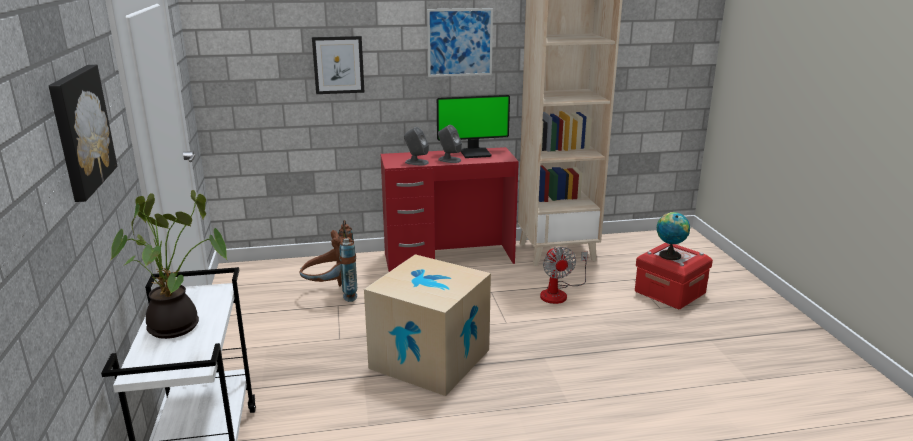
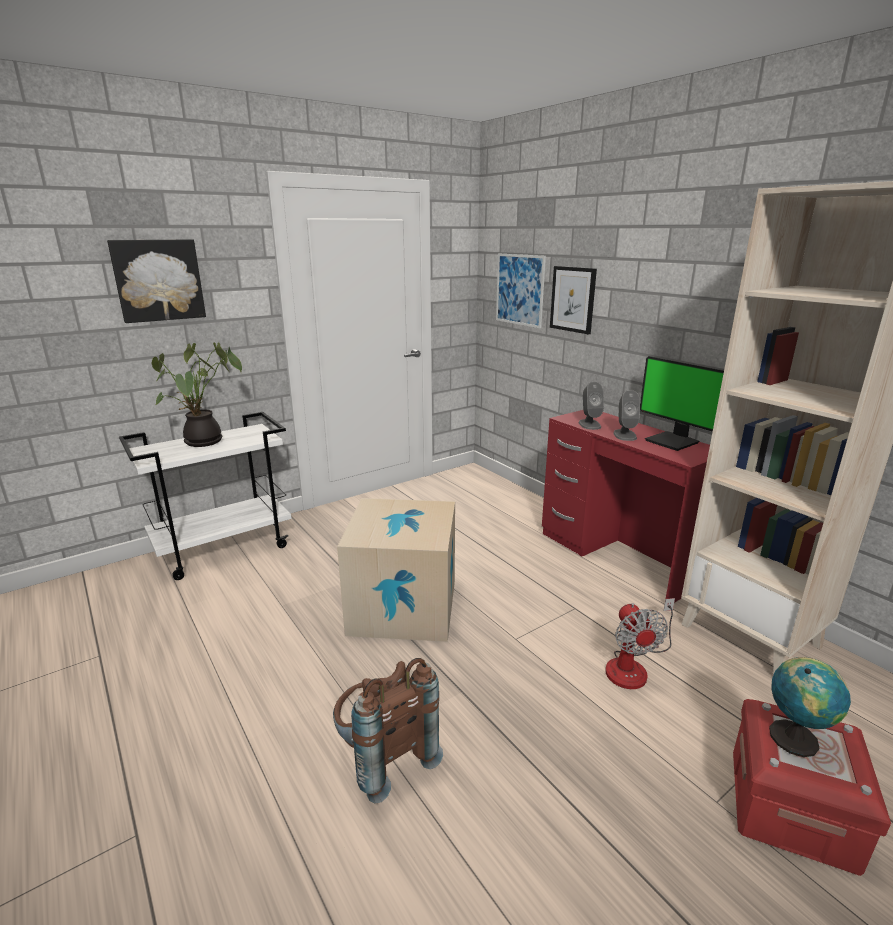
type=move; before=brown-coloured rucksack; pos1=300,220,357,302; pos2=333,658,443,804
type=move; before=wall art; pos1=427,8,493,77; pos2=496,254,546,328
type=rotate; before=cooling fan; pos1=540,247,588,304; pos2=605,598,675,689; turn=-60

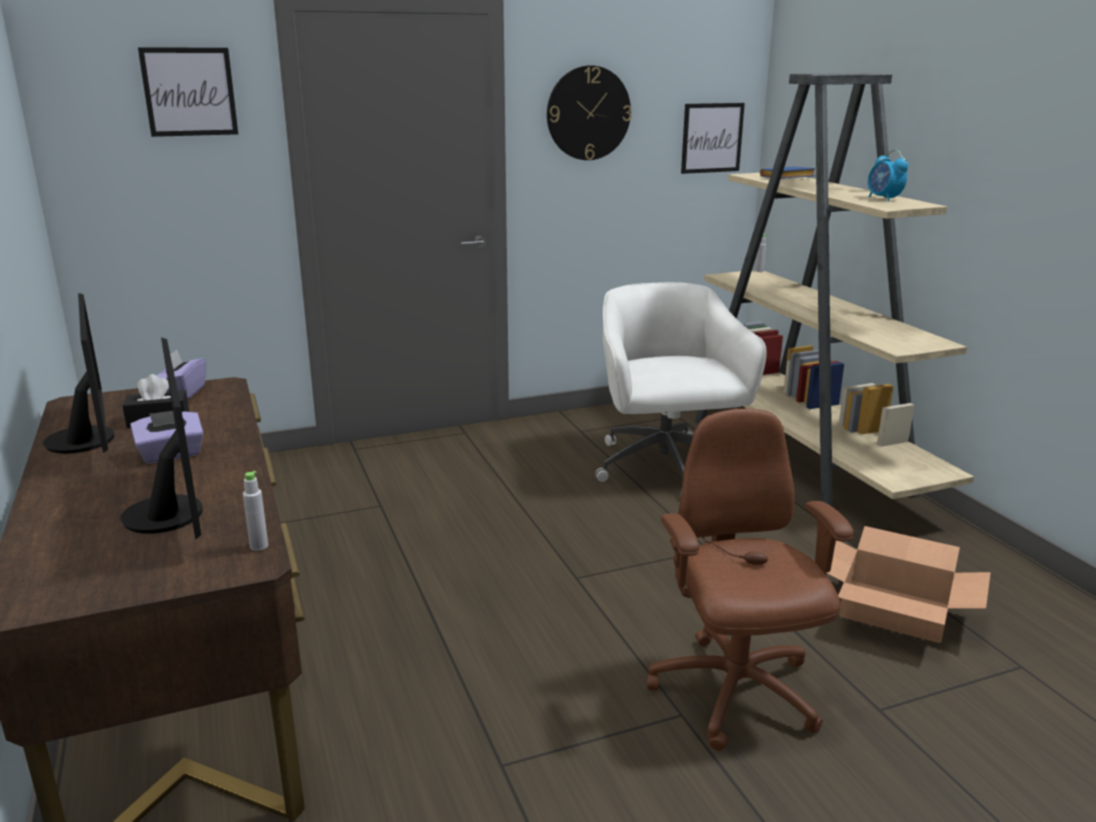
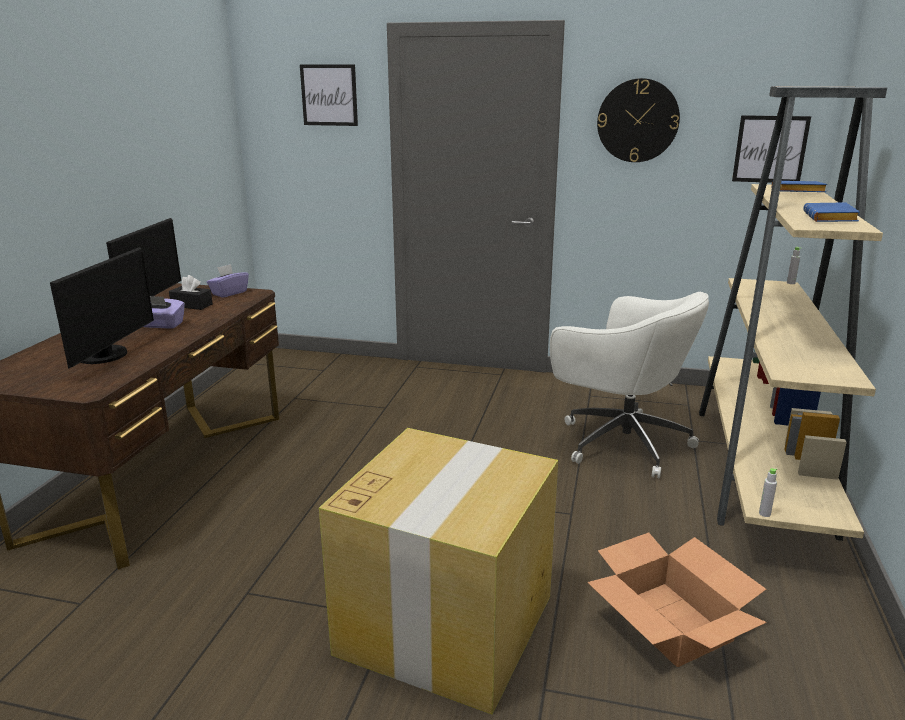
type=replace; before=brown-coloured computer chair; after=carton; pos1=647,409,854,751; pos2=319,428,558,715
type=rotate; before=white-coloured computer chair; pos1=596,282,767,491; pos2=550,292,709,478; turn=105
type=move; before=greyish bottle; pos1=243,471,268,551; pos2=759,468,777,517
type=replace; before=alarm clock; after=blue-coloured book; pos1=868,150,909,202; pos2=803,202,860,222

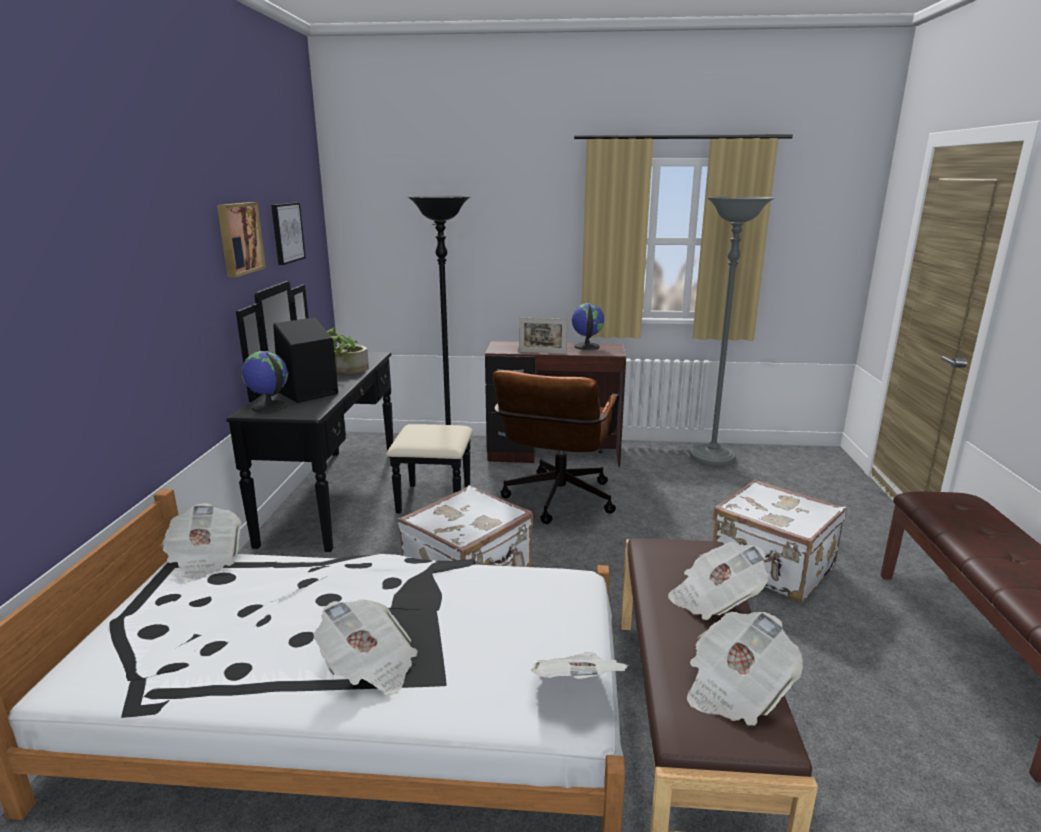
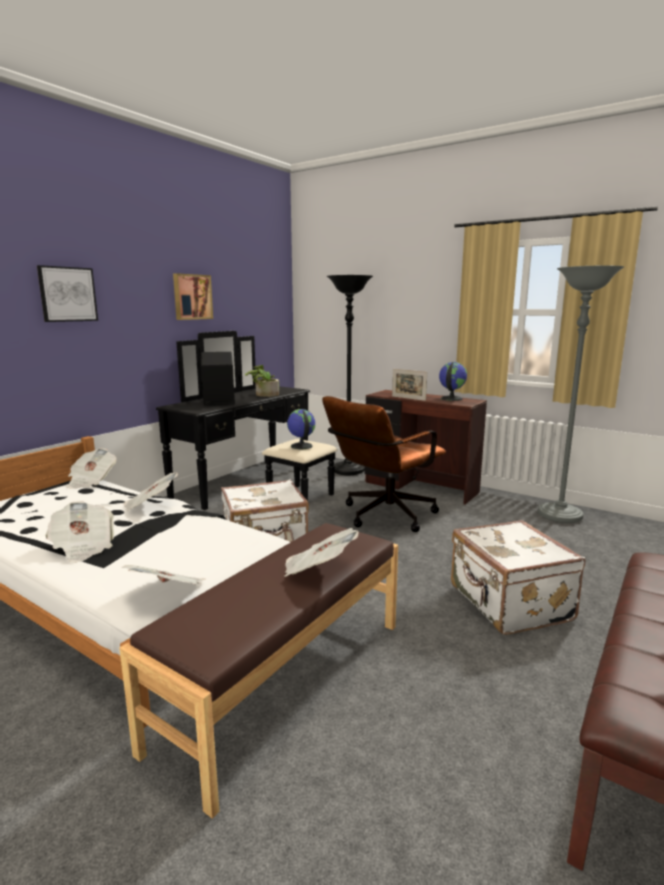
type=move; before=wall art; pos1=271,203,306,265; pos2=37,265,98,322
type=move; before=daily paper; pos1=687,612,803,726; pos2=124,472,178,511
type=move; before=desk globe; pos1=241,351,288,413; pos2=287,409,315,449

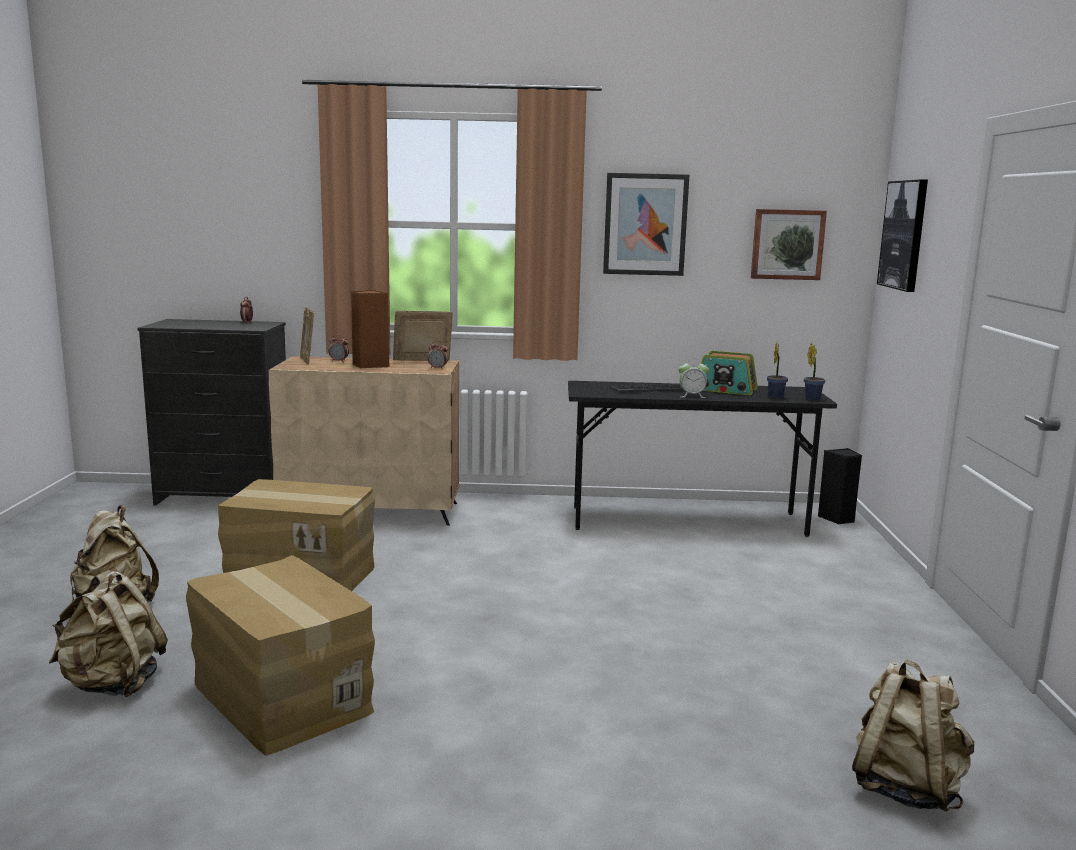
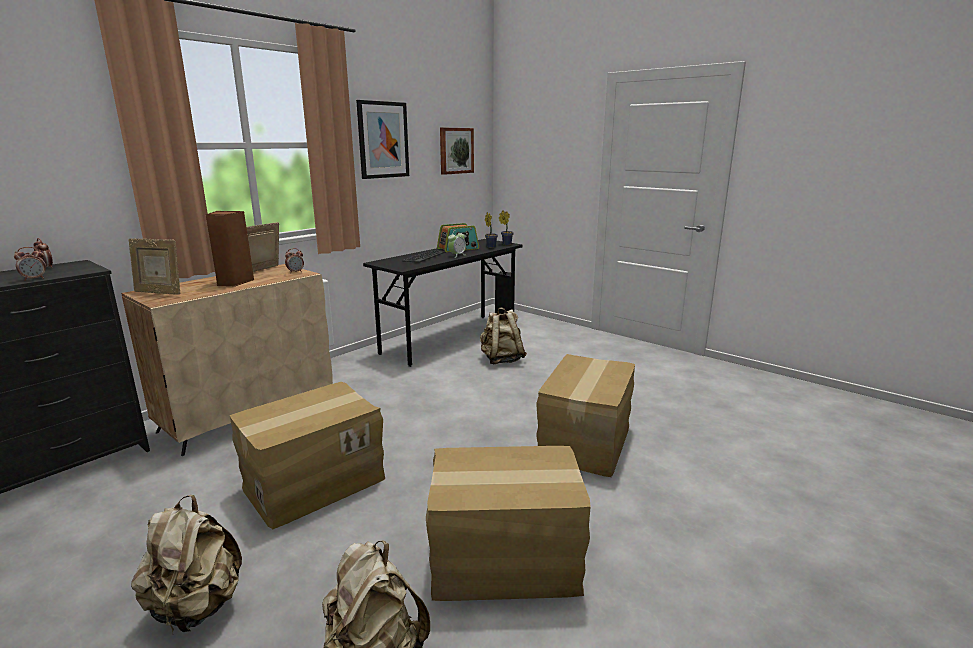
type=move; before=alarm clock; pos1=329,335,349,362; pos2=14,247,46,281
type=move; before=beige-coloured rucksack; pos1=852,659,974,812; pos2=480,308,527,364
type=insert; after=carton; pos2=537,354,635,477
type=delete; before=wall art; pos1=877,179,928,292

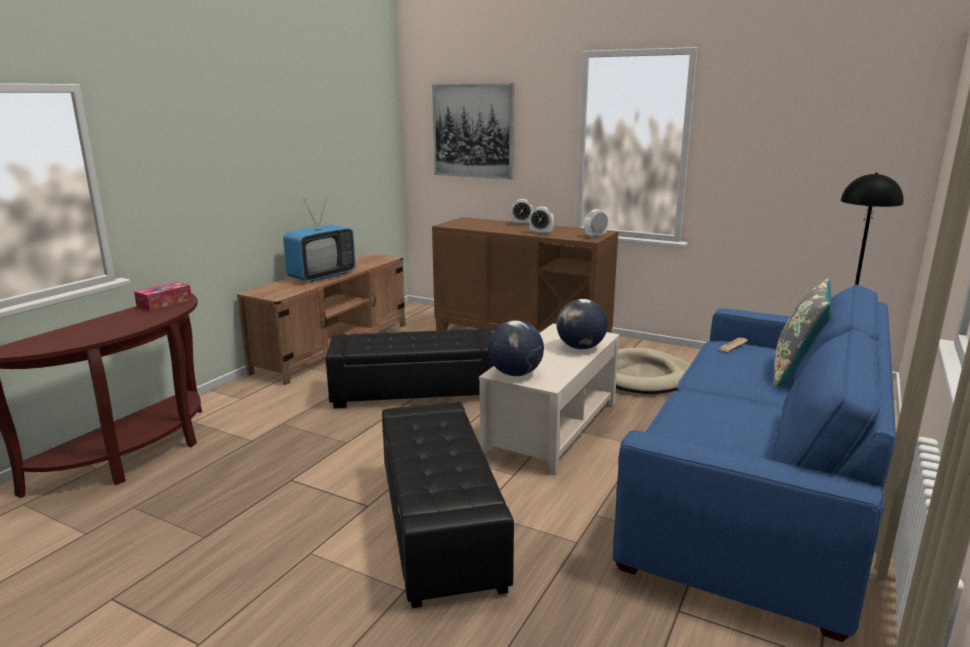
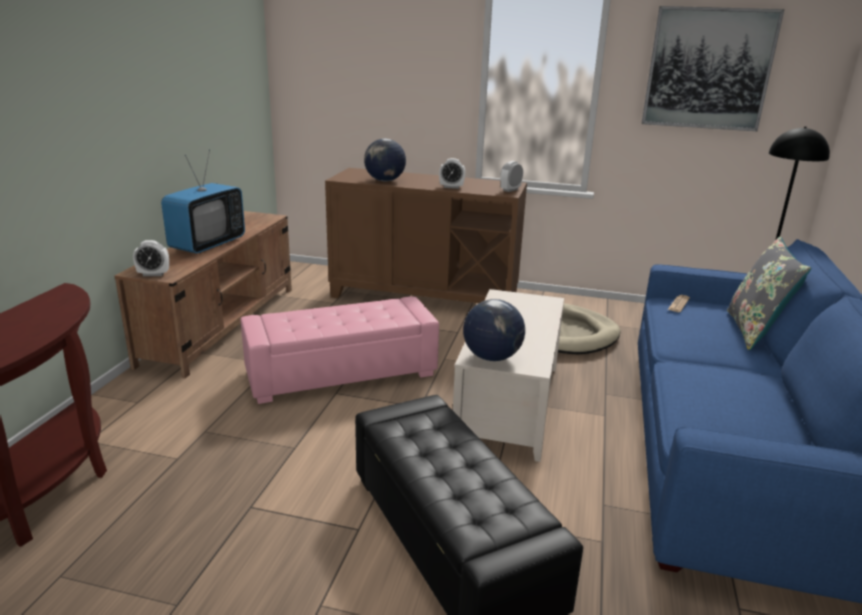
type=move; before=alarm clock; pos1=511,199,533,225; pos2=133,240,169,276
type=recolor; before=black pouffe; after=pinkish pouffe; pos1=326,328,494,408; pos2=241,296,439,404
type=move; before=desk globe; pos1=557,299,608,350; pos2=364,139,406,182
type=move; before=wall art; pos1=432,84,514,179; pos2=642,6,784,131
type=delete; before=box of tissues; pos1=134,282,192,311

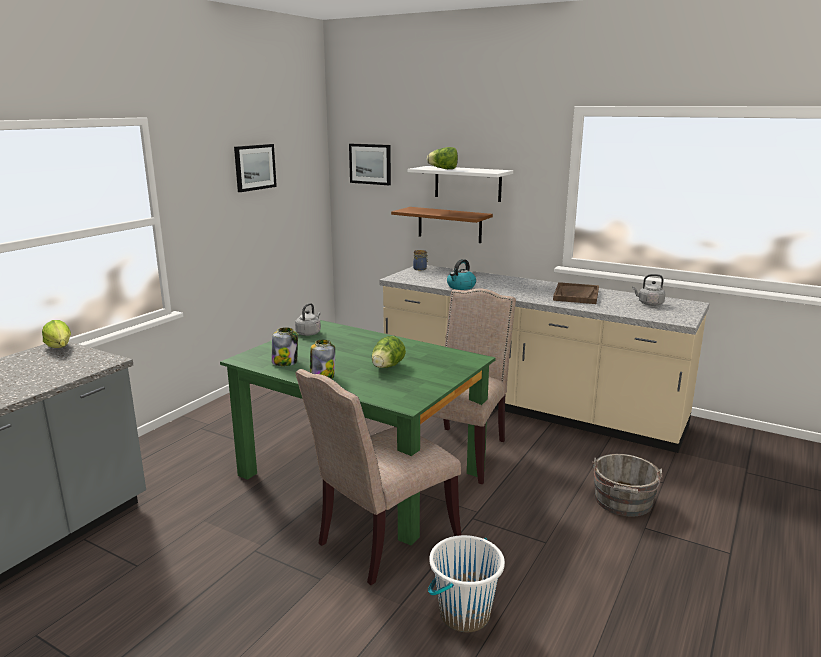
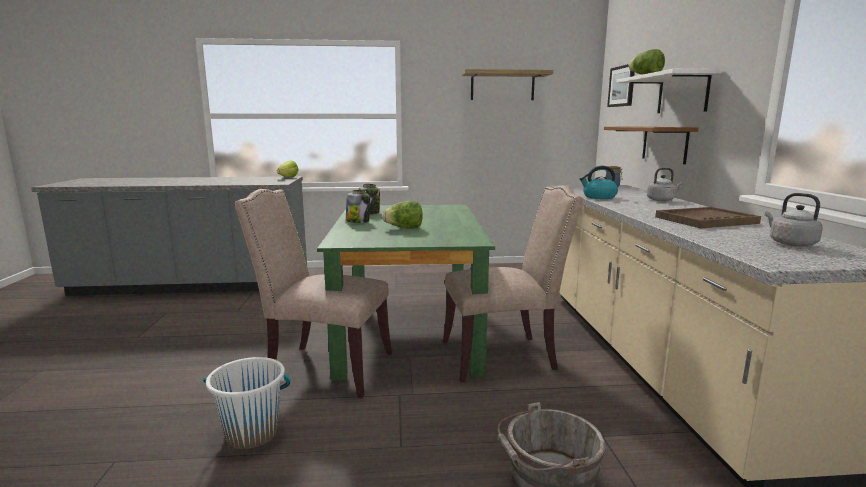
type=replace; before=wall art; after=shelf; pos1=234,144,277,192; pos2=461,69,553,100
type=move; before=greyish tea kettle; pos1=295,303,321,336; pos2=647,168,683,201

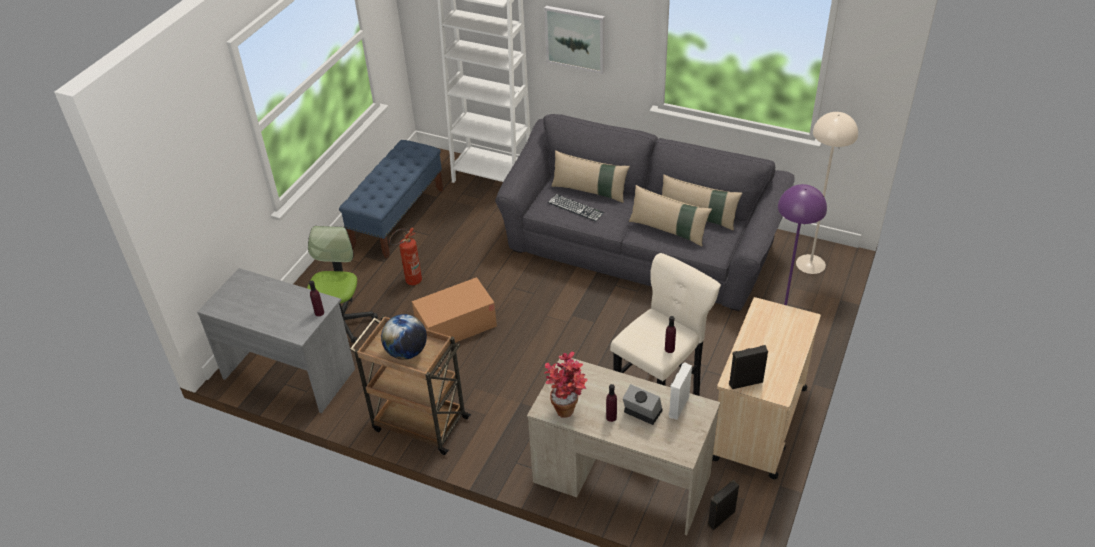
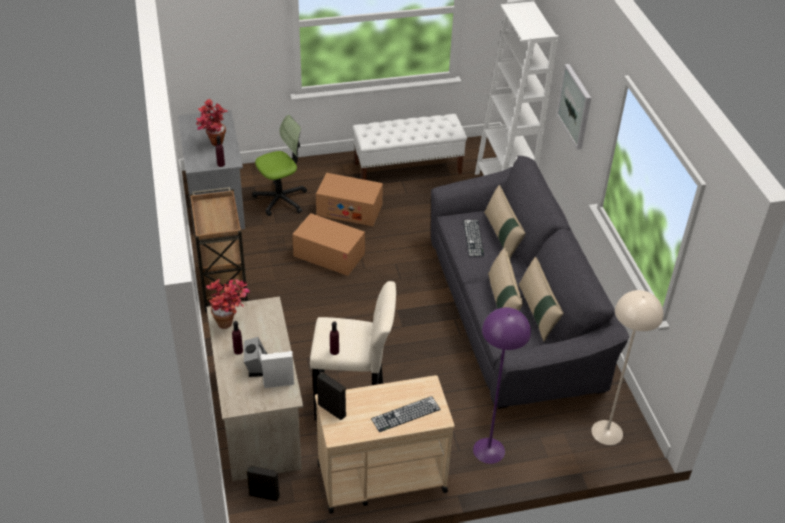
type=insert; after=houseplant; pos2=196,99,228,146
type=replace; before=fire extinguisher; after=carton; pos1=389,228,422,285; pos2=316,173,383,226
type=recolor; before=blue-coloured indoor bench; after=white-coloured indoor bench; pos1=339,140,443,259; pos2=353,114,467,180
type=insert; after=keyboard; pos2=371,396,441,432
type=delete; before=desk globe; pos1=381,314,427,360

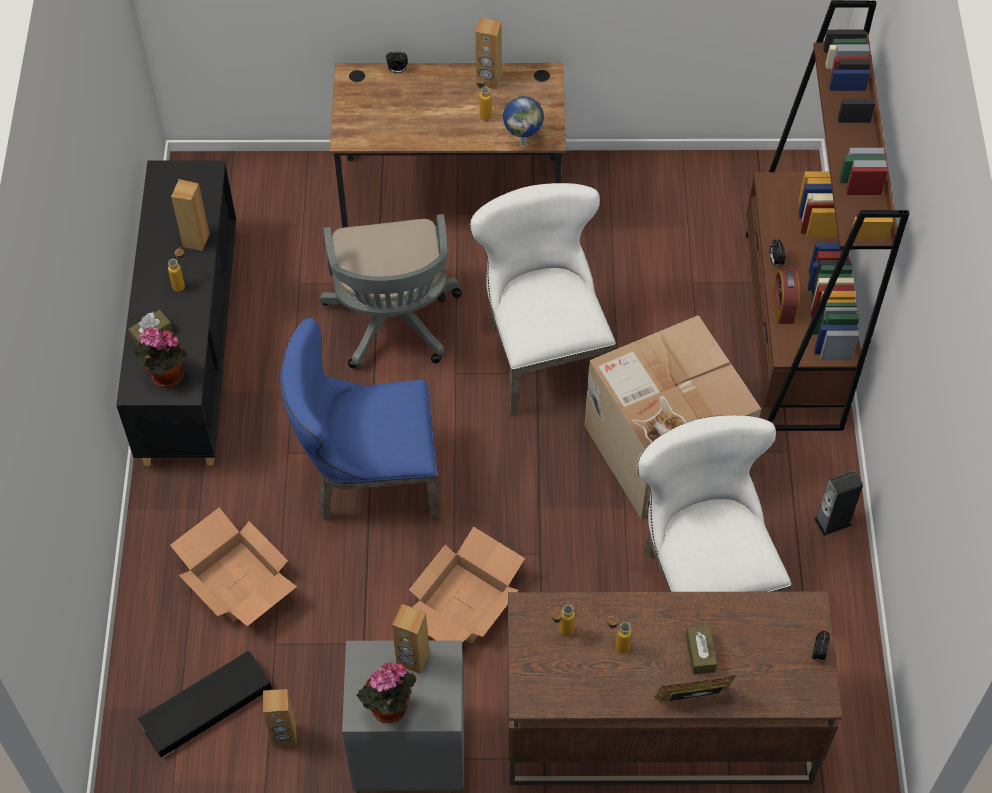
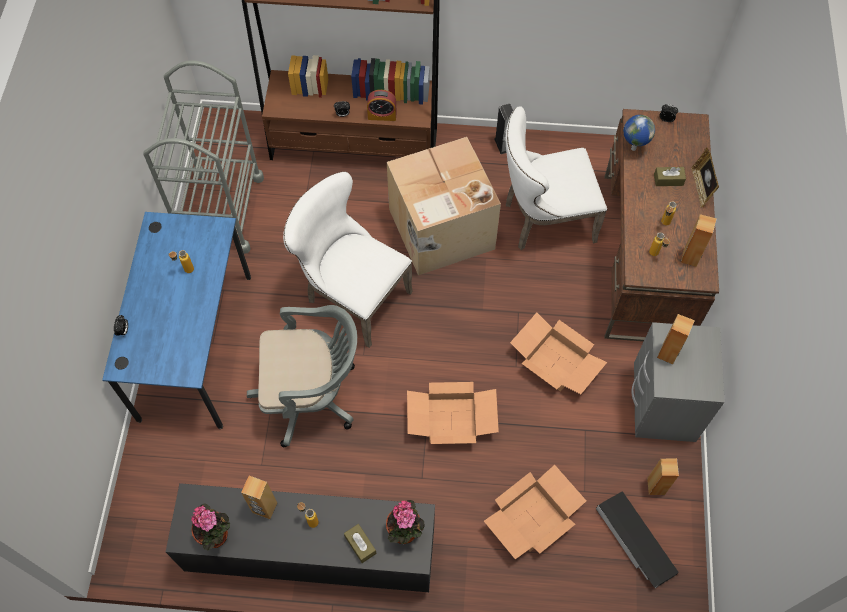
type=recolor; before=brown-coloured desk unit; after=blue-coloured desk unit; pos1=330,63,566,228; pos2=102,212,251,429
type=insert; after=greyish cart; pos2=143,60,264,254
type=move; before=houseplant; pos1=356,662,416,723; pos2=191,503,230,551
type=rotate; before=white-coloured plain chair; pos1=470,183,616,416; pos2=283,172,413,348; turn=45
type=replace; before=blue-coloured plain chair; after=carton; pos1=280,318,439,521; pos2=407,382,499,444
type=move; before=desk globe; pos1=503,96,544,145; pos2=623,115,655,151
type=move; before=brown-coloured speaker; pos1=476,17,502,90; pos2=681,214,717,267

